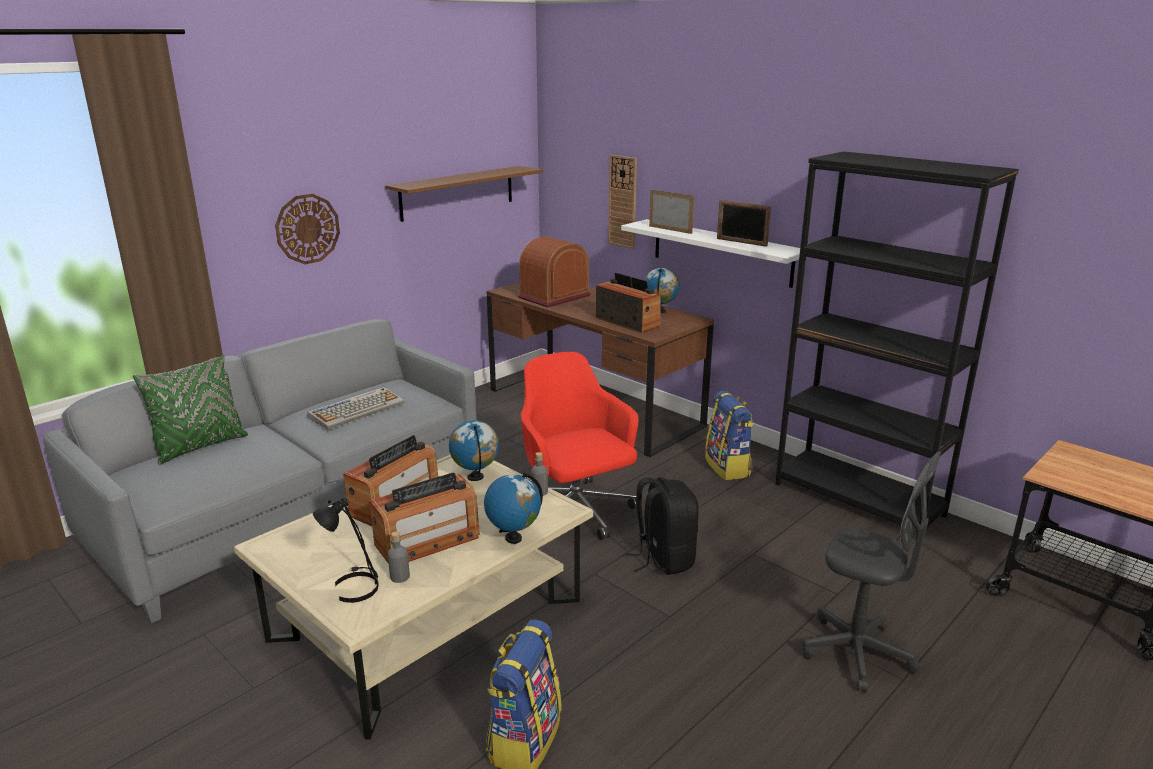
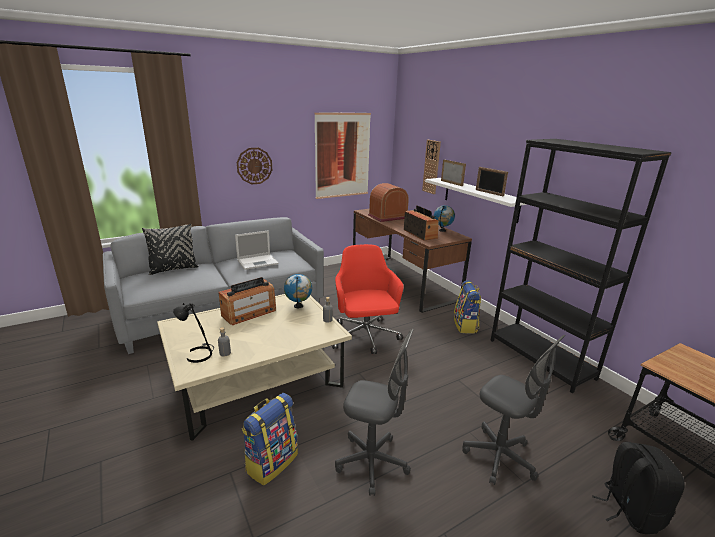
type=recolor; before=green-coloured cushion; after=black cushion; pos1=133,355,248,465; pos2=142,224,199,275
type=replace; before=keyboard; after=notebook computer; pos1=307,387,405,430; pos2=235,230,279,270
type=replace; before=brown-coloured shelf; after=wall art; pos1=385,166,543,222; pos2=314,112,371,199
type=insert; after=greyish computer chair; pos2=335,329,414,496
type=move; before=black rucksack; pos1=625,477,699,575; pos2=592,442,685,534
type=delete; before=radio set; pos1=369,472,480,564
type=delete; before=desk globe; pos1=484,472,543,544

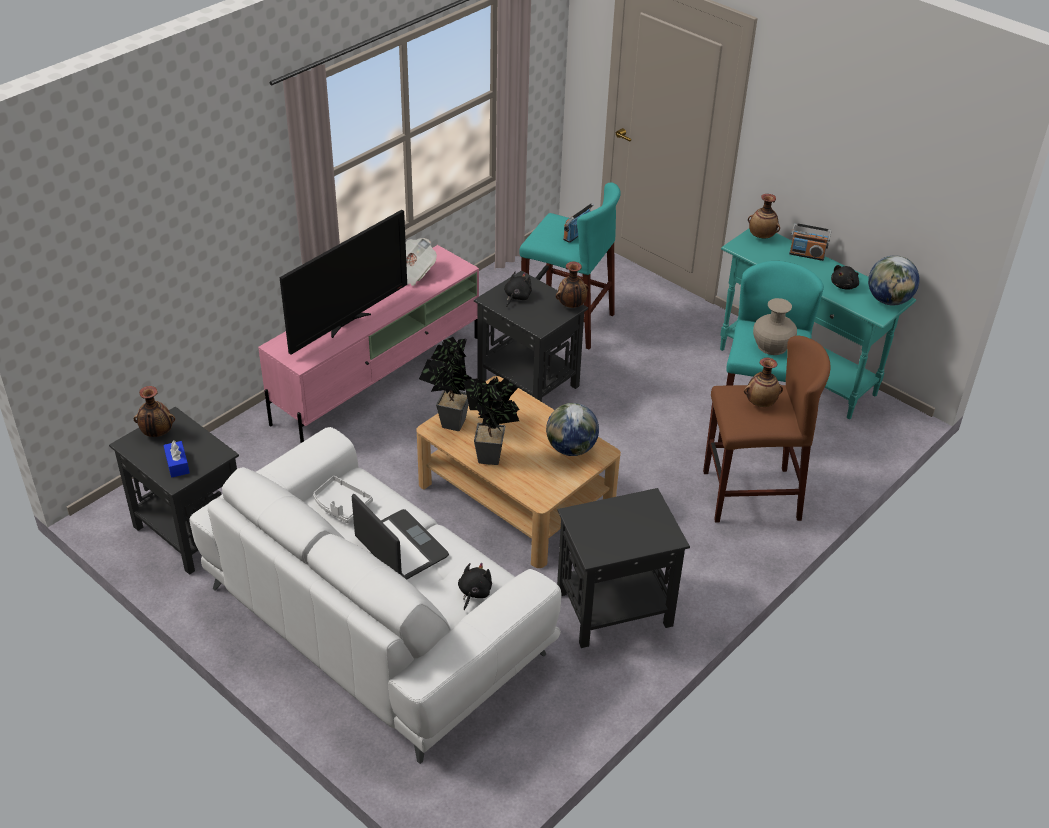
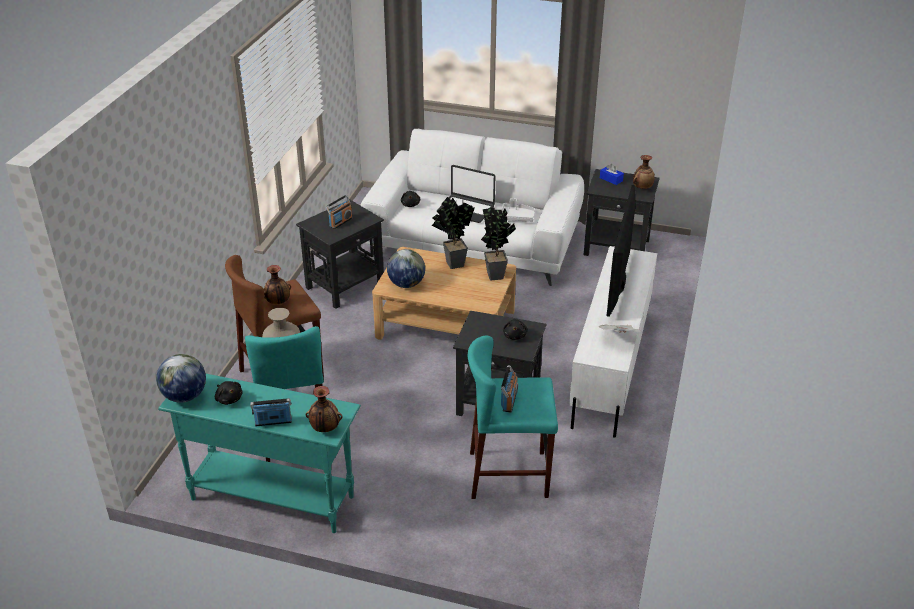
type=rotate; before=black plush toy; pos1=831,265,859,289; pos2=215,381,243,405; turn=120
type=insert; after=radio set; pos2=326,195,353,229
type=recolor; before=pinkish tv unit; after=white-coloured tv unit; pos1=258,245,479,443; pos2=569,246,657,438
type=delete; before=flower vase; pos1=556,262,589,308

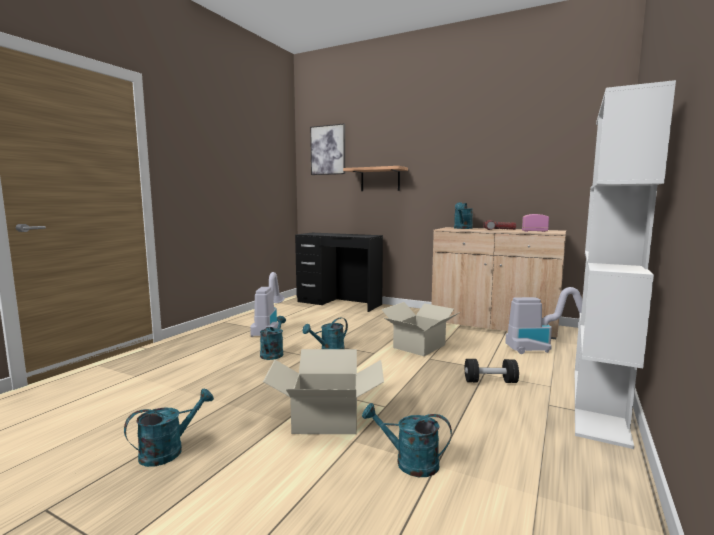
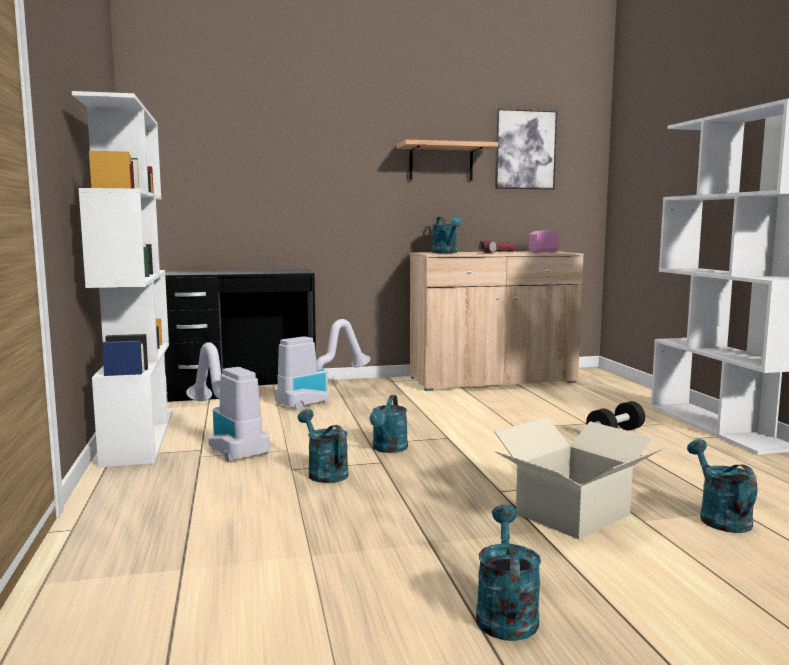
type=insert; after=white-coloured bookshelf; pos2=72,91,173,467
type=move; before=vacuum cleaner; pos1=505,287,582,354; pos2=274,319,371,410
type=move; before=shelf; pos1=343,166,408,191; pos2=397,140,498,181
type=move; before=wall art; pos1=310,124,345,175; pos2=495,109,557,189
type=rotate; before=turquoise-coloured watering can; pos1=362,403,452,477; pos2=687,439,757,533; turn=105
type=delete; before=carton; pos1=381,302,460,356

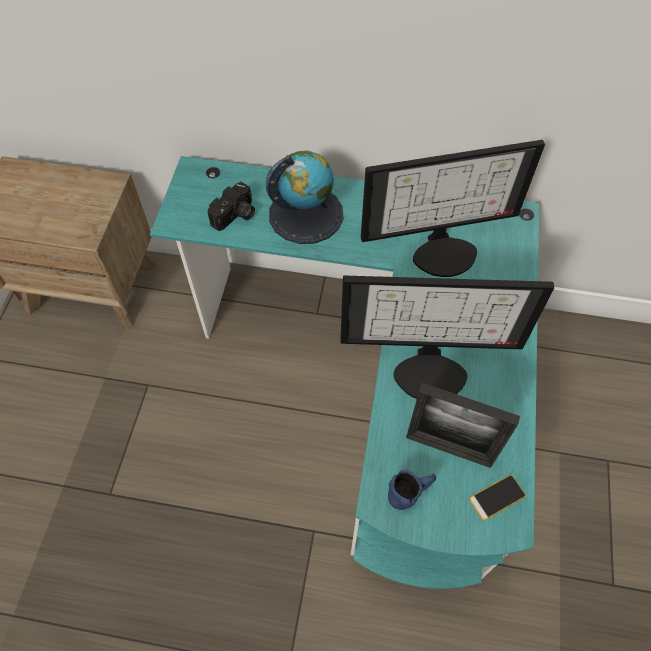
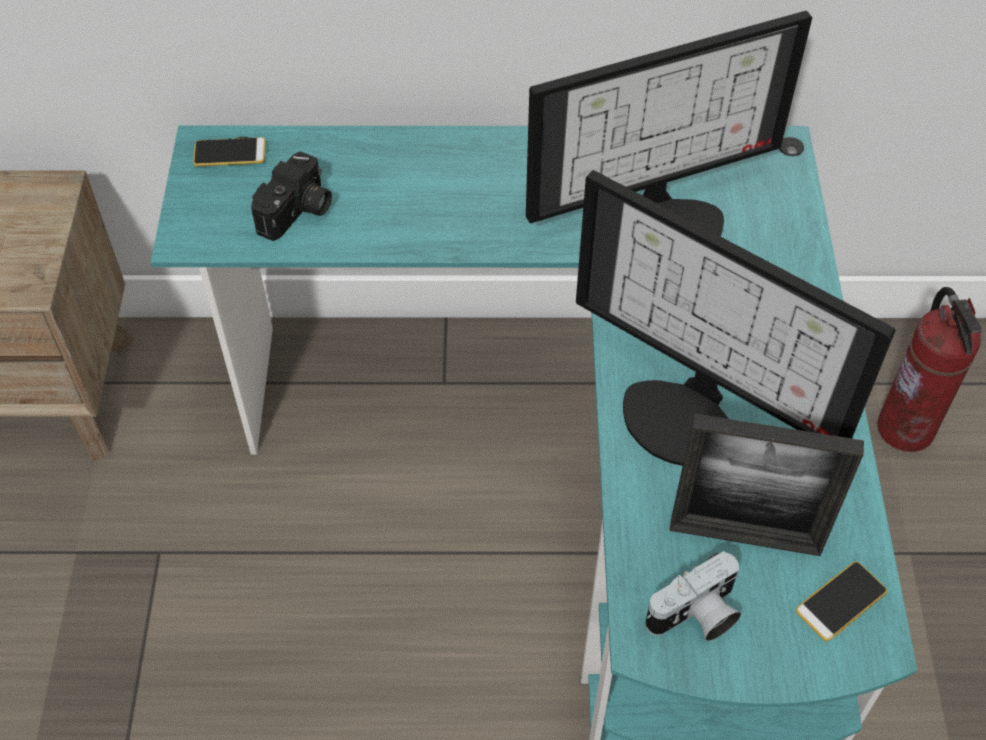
type=insert; after=handset; pos2=193,137,266,167
type=rotate; before=computer screen; pos1=340,276,554,399; pos2=576,170,896,466; turn=45
type=replace; before=blue-coloured coffee mug; after=still camera; pos1=388,470,436,510; pos2=645,551,741,641
type=insert; after=fire extinguisher; pos2=877,287,982,452
type=delete; before=desk globe; pos1=266,151,344,244

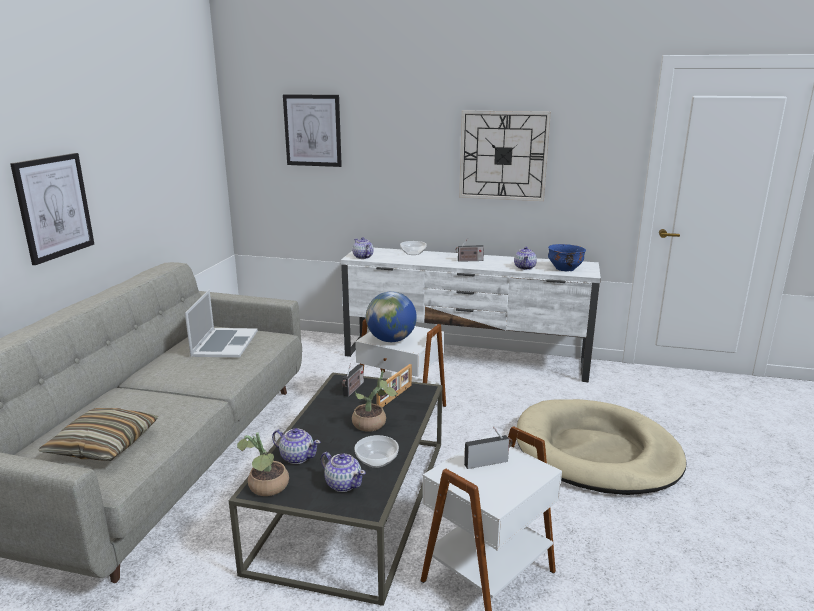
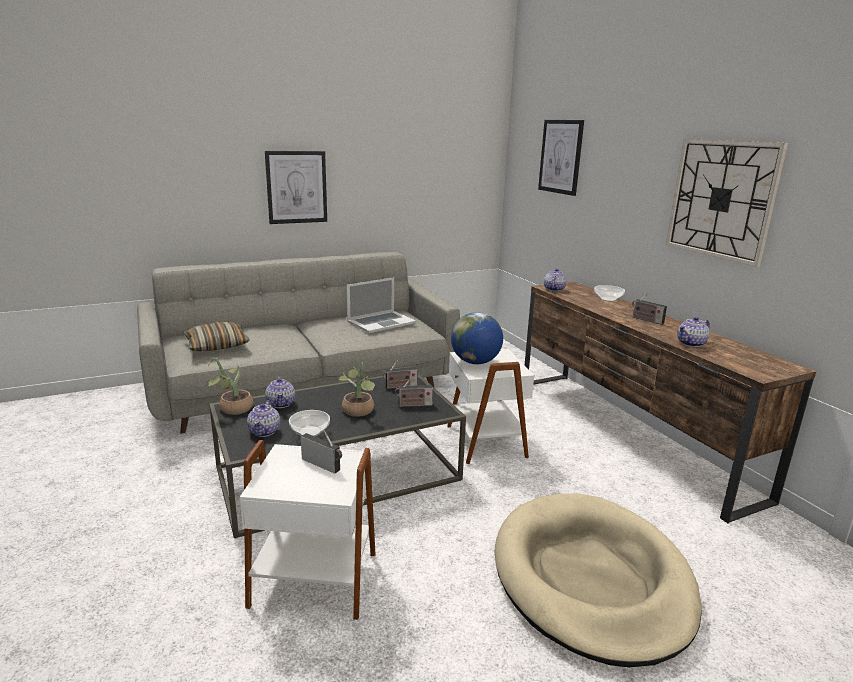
type=replace; before=picture frame; after=radio set; pos1=376,364,412,407; pos2=395,377,433,407
type=recolor; before=white-coloured tv unit; after=brown-coloured tv unit; pos1=341,248,601,382; pos2=525,282,816,524
type=delete; before=blue-coloured bowl; pos1=548,244,586,271

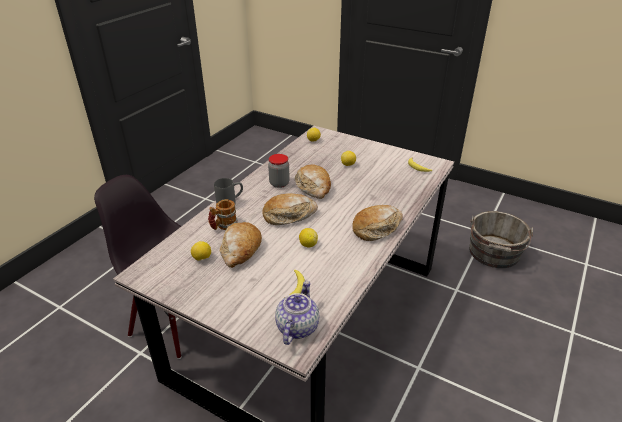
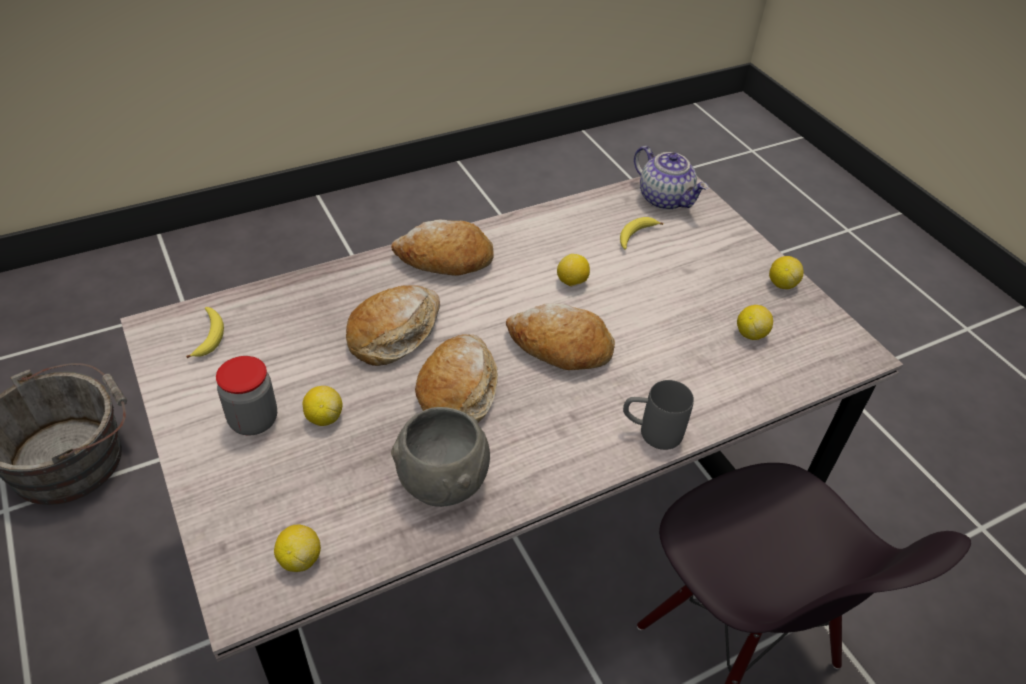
type=move; before=jar; pos1=268,154,290,188; pos2=216,356,277,435
type=move; before=baked bread; pos1=220,222,262,268; pos2=346,285,440,366
type=insert; after=greyish bowl; pos2=391,407,490,507
type=rotate; before=tea pot; pos1=275,281,319,345; pos2=634,146,708,210; turn=-90
type=insert; after=citrus fruit; pos2=769,256,804,289
type=delete; before=coffee mug; pos1=208,199,237,230

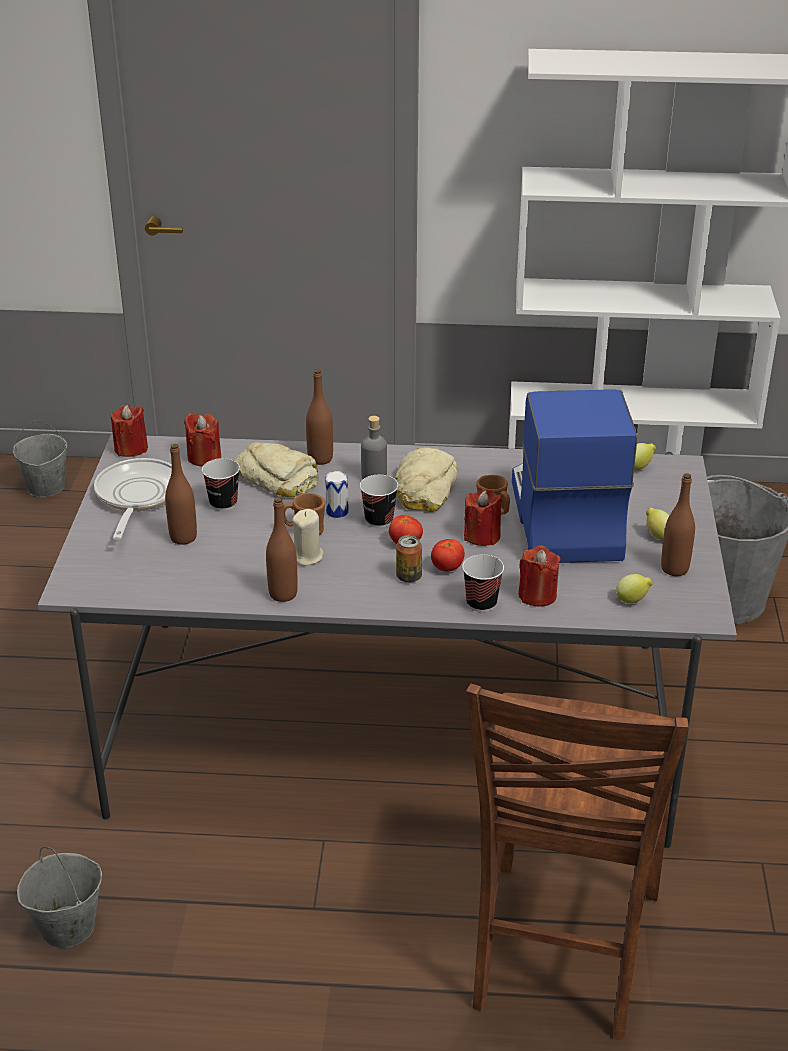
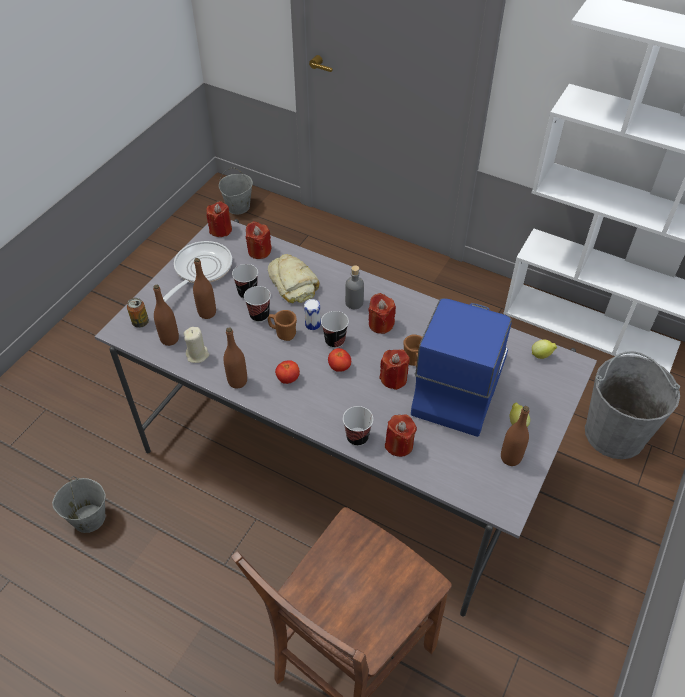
type=move; before=sealed can; pos1=396,535,422,583; pos2=127,298,149,328
type=move; before=brown-coloured bottle; pos1=306,369,333,465; pos2=153,285,179,346
type=move; before=beige-coloured wax candle; pos1=292,509,324,566; pos2=184,327,209,363
type=insert; after=small cup; pos2=244,286,271,322
type=move; before=tomato; pos1=431,539,465,572; pos2=275,360,300,384
type=replace; before=baked bread; after=reddish wax candle; pos1=395,447,458,512; pos2=368,293,396,334
type=delete; before=citrus fruit; pos1=616,574,653,604

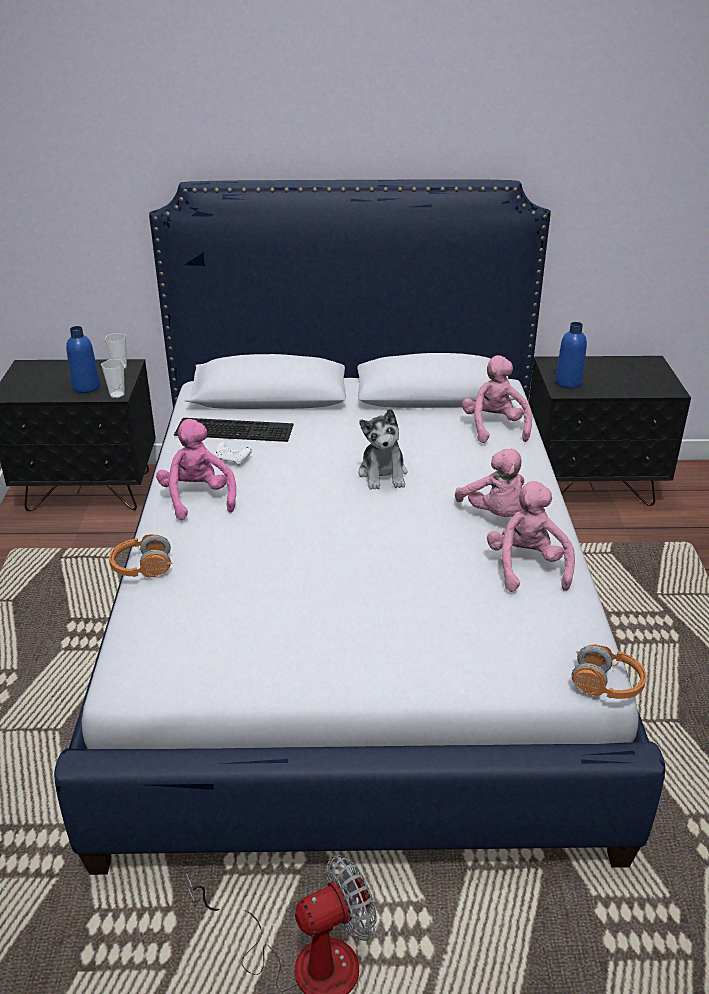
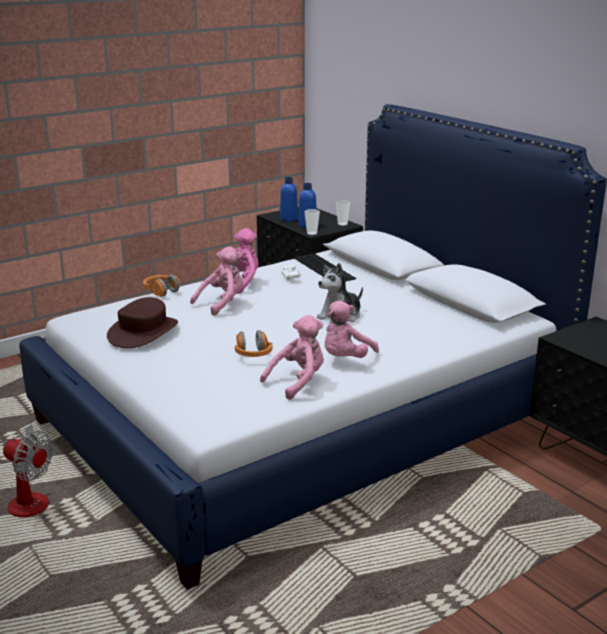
type=insert; after=brown-coloured hat; pos2=107,297,178,348
type=move; before=pinkish plush toy; pos1=462,355,532,443; pos2=190,246,243,316
type=move; before=orange-coloured headset; pos1=572,644,647,699; pos2=235,330,272,357
type=move; before=blue-coloured bottle; pos1=555,322,587,388; pos2=280,177,298,221

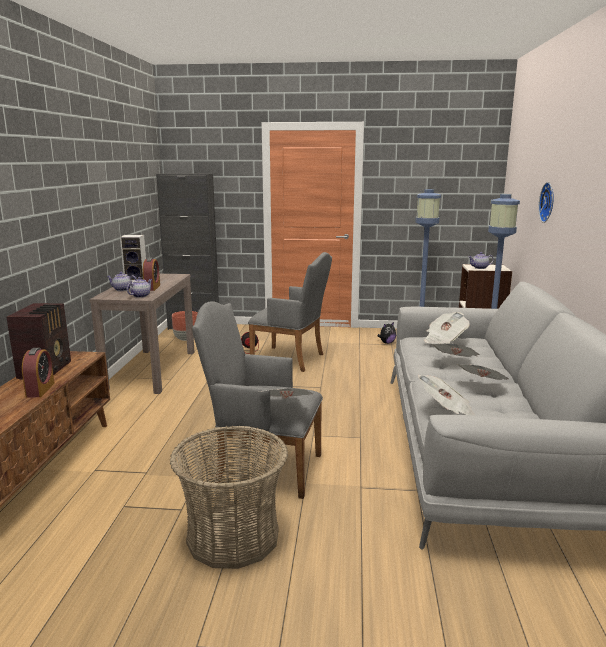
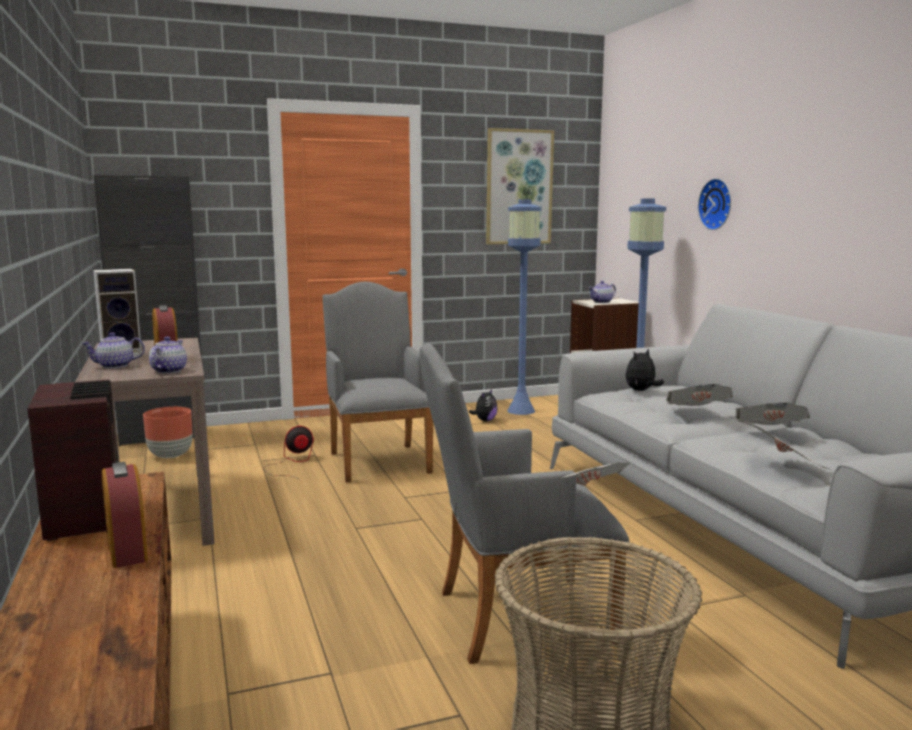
type=rotate; before=greyish armchair; pos1=248,252,332,372; pos2=322,282,433,483; turn=-105
type=insert; after=wall art; pos2=486,128,554,244
type=replace; before=daily paper; after=plush toy; pos1=424,312,470,344; pos2=626,349,664,391

